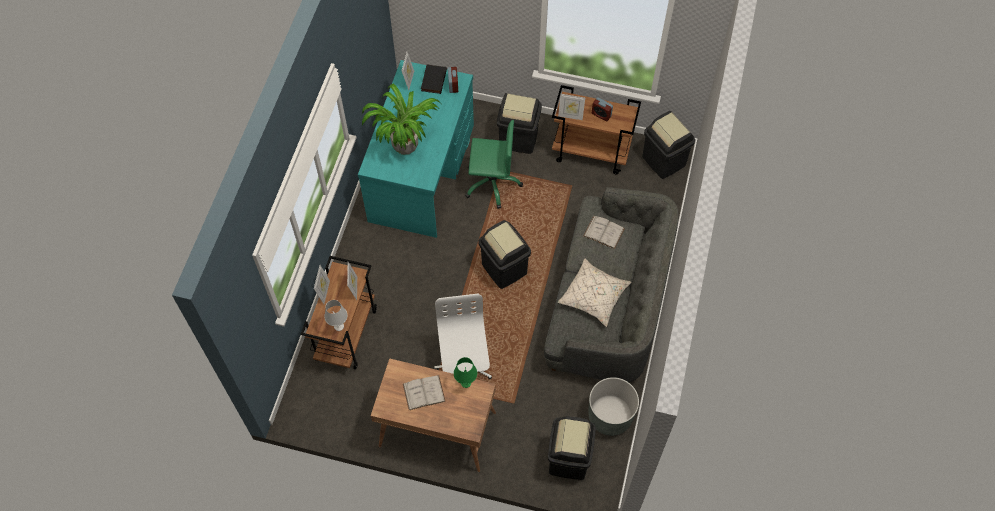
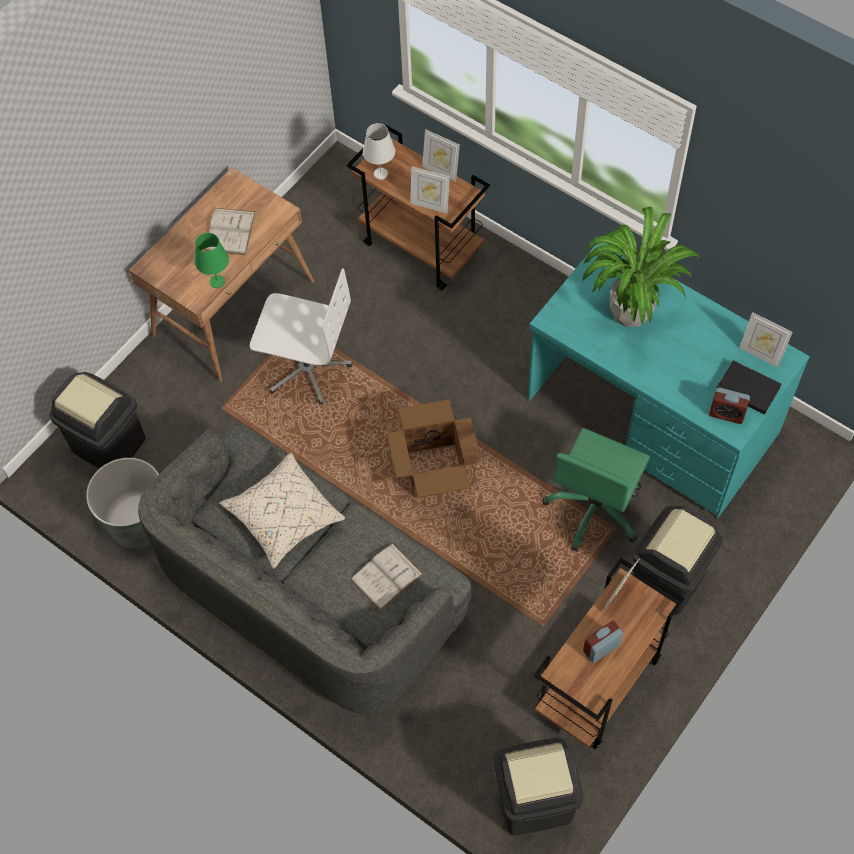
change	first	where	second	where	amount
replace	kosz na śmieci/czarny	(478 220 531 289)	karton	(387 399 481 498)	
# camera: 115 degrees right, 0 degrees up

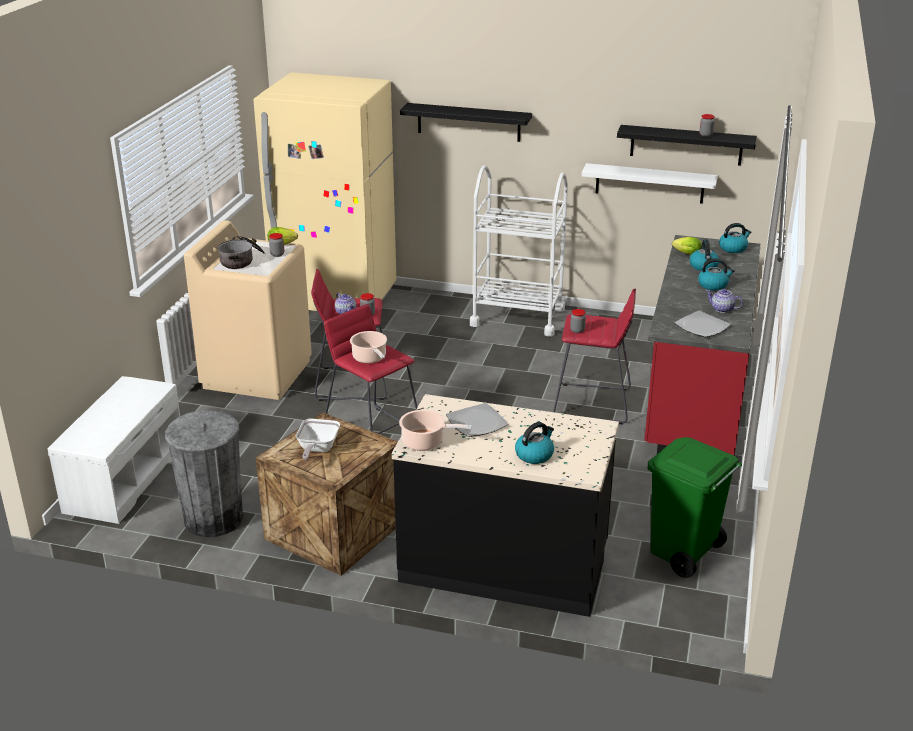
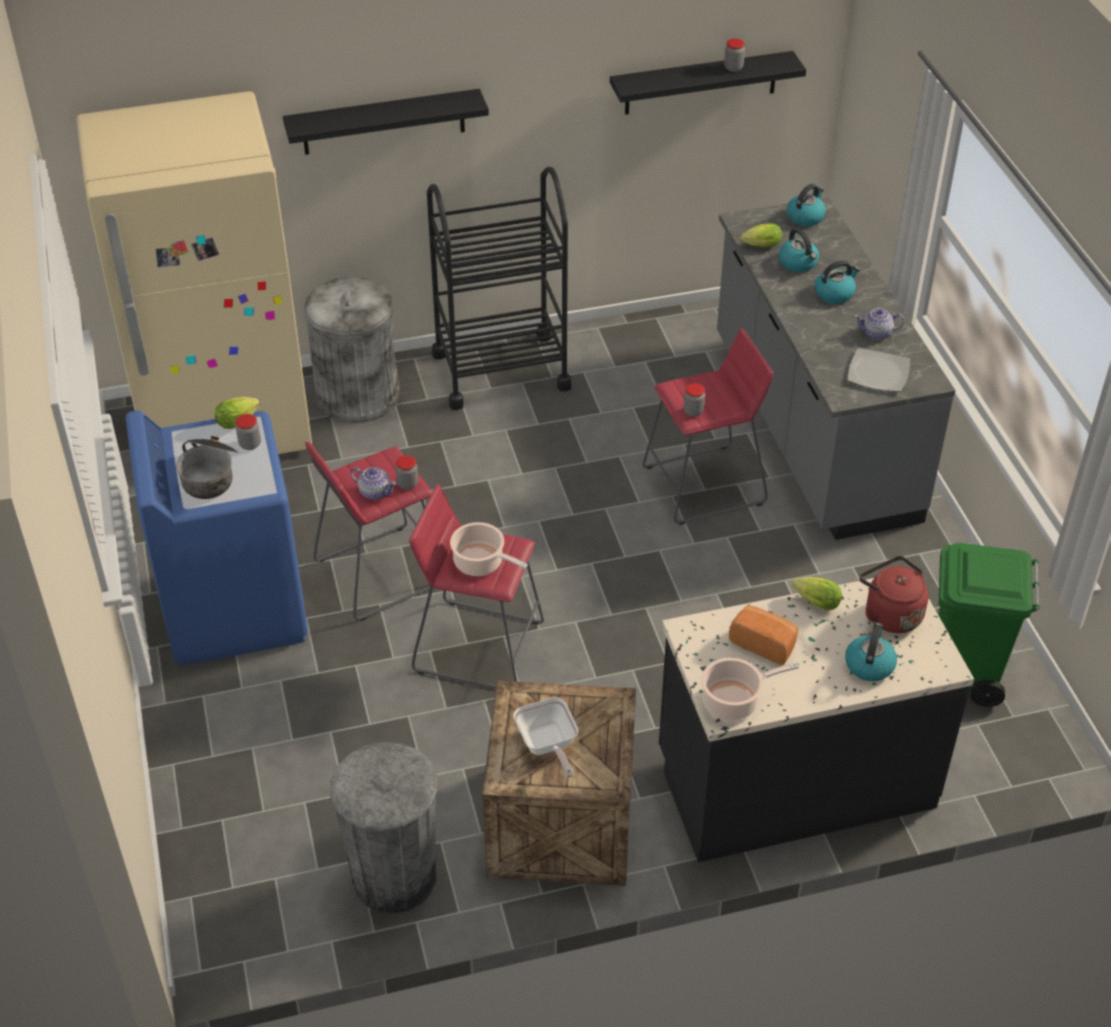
change	first	where	second	where	amount
recolor	pralka/beżowy	(184 220 312 400)	pralka/niebieski	(126 411 308 667)	
insert			kosz na śmieci/szary	(304 277 400 423)	
recolor	wózek/biały	(470 165 568 337)	wózek/czarny	(427 167 571 410)	
recolor	zabudowa kuchenna/czerwony	(644 235 761 455)	zabudowa kuchenna/szary	(717 197 955 540)	
replace	talerz	(446 403 508 437)	chleb	(729 605 798 665)	
insert			sałata	(791 577 842 610)	
insert			czajnik/czerwony	(859 556 929 633)	
delete	ławka/biały	(48 376 180 524)			
delete	półka/biały	(582 163 718 204)			
# camera: 30 degrees left, 15 degrees up

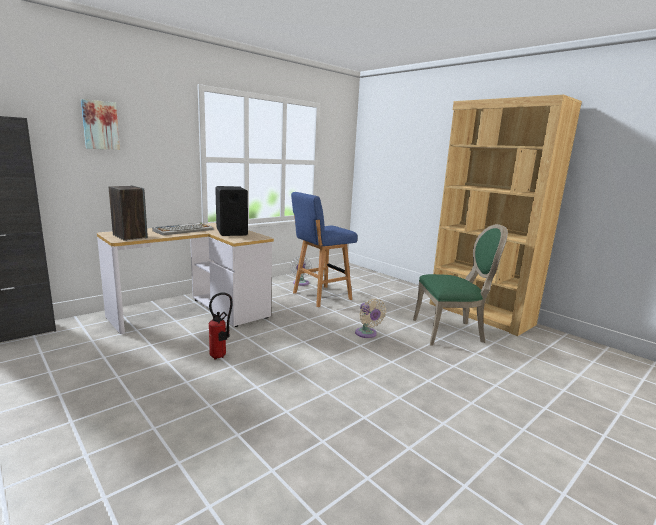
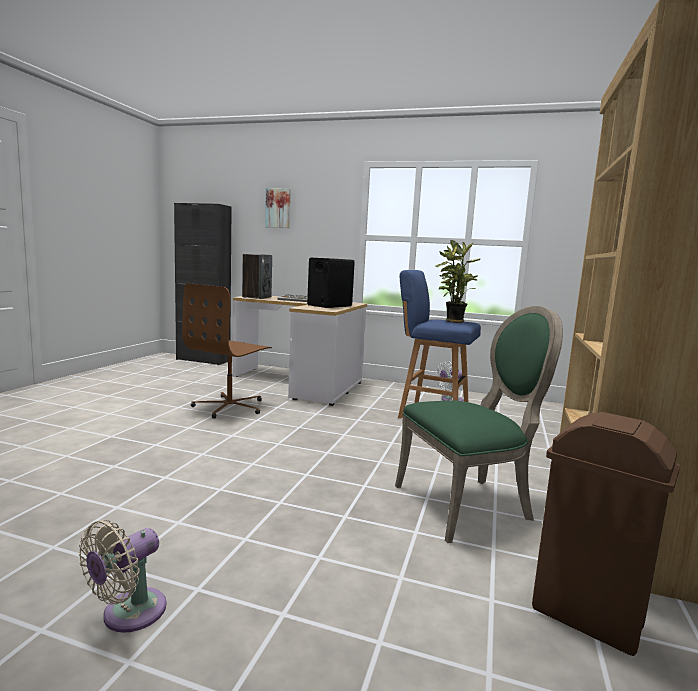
change	first	where	second	where	amount
move	wentylator/beżowy	(355 299 386 338)		(79 520 166 633)	
replace	gaśnica	(209 292 233 360)	krzesło biurowe/brązowy	(182 283 272 418)	
rotate	krzesło/zielony	(413 224 508 345)		(395 306 563 543)	75 degrees counterclockwise
insert			roślina doniczkowa	(434 240 481 323)	
insert			kosz na śmieci/brązowy	(532 412 680 656)	
# camera: 60 degrees right, 5 degrees down

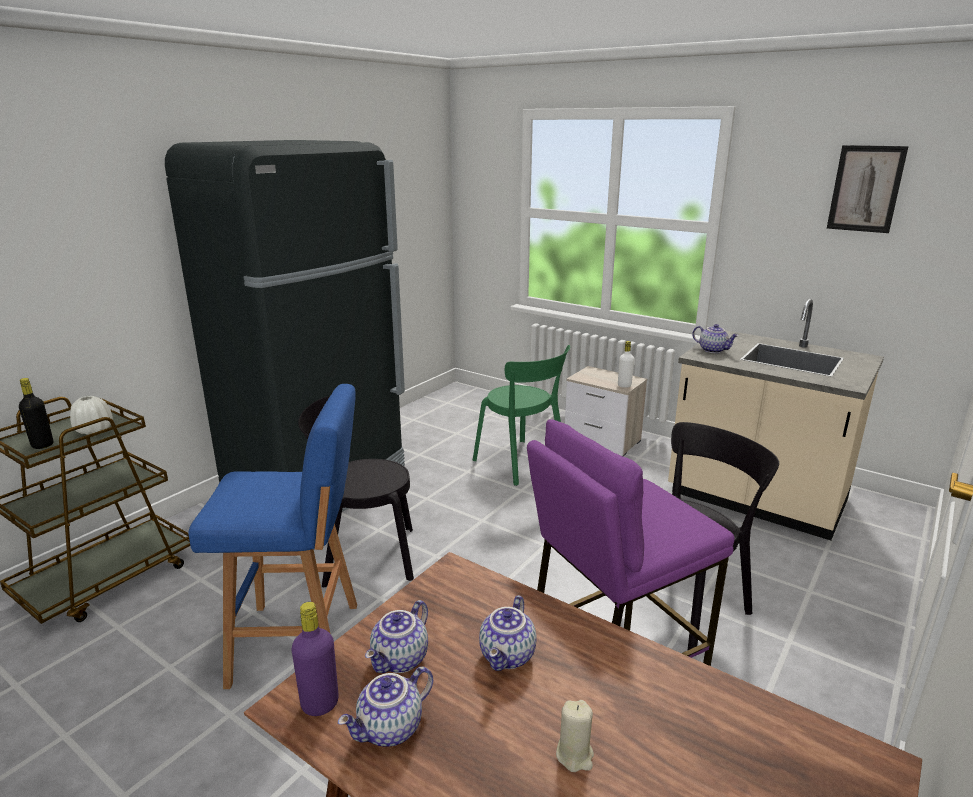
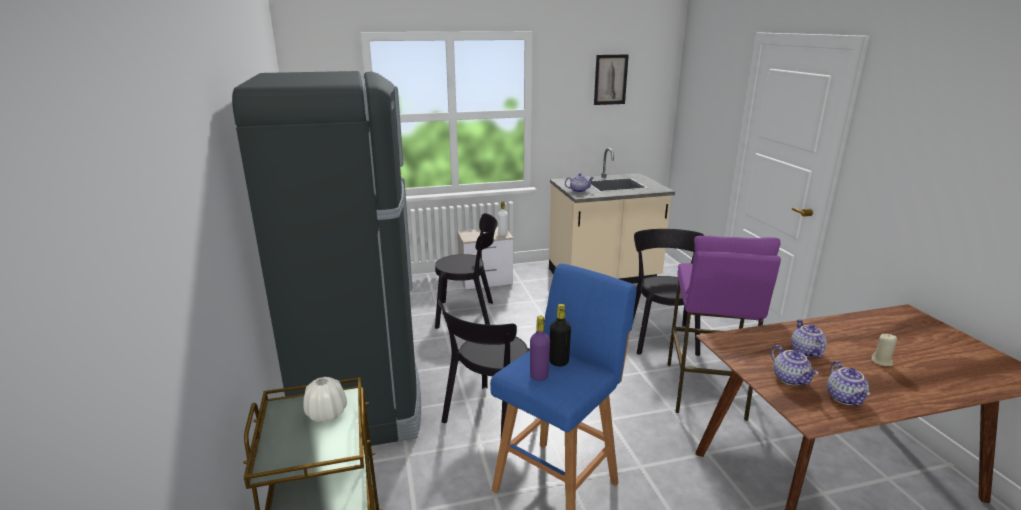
change	first	where	second	where	amount
recolor	krzesło/zielony	(473 345 570 486)	krzesło/czarny	(435 213 498 329)	
move	butelka/fioletowy	(291 602 339 716)		(530 316 550 381)	
move	butelka/czarny	(19 378 53 449)		(549 304 571 366)	
rotate	imbryk	(479 595 537 671)		(791 319 827 358)	150 degrees counterclockwise
# camera: 50 degrees left, 0 degrees up

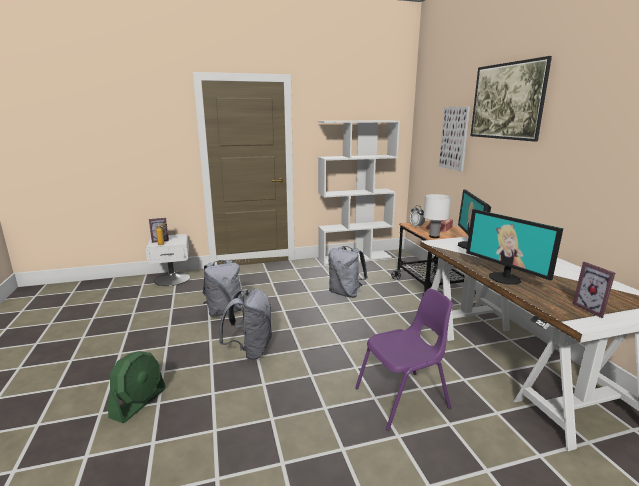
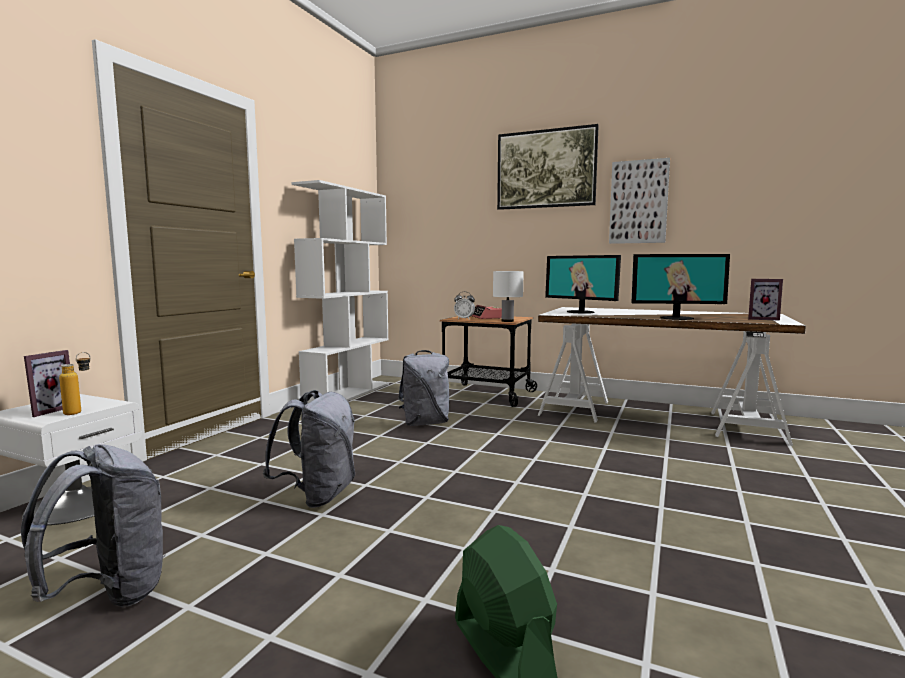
change	first	where	second	where	amount
move	plecak/szary	(219 288 272 360)		(20 444 166 607)	
move	obraz	(439 107 470 171)		(609 158 670 244)	
delete	krzesło/fioletowy	(355 288 453 431)			
# camera: 50 degrees left, 10 degrees down

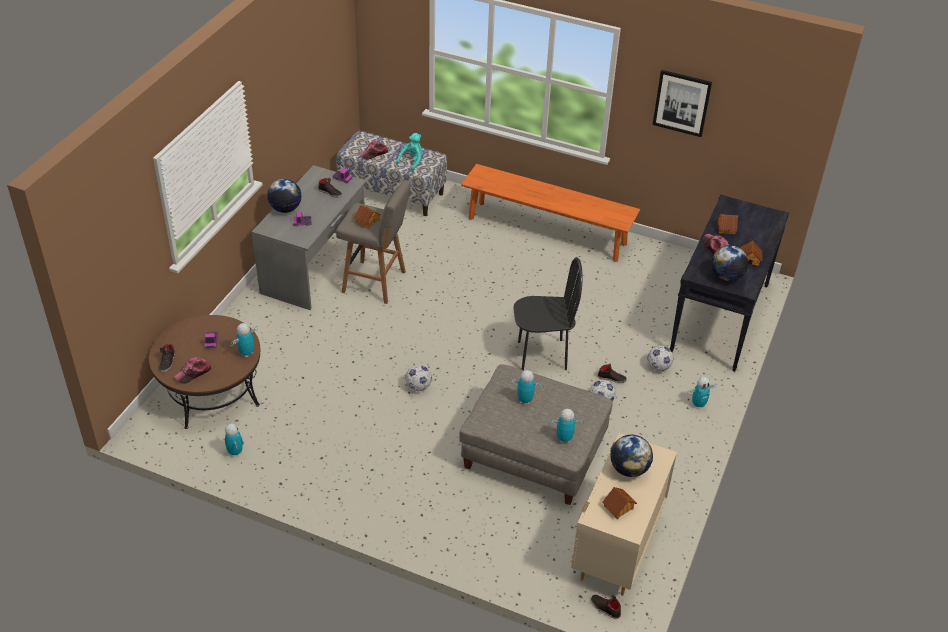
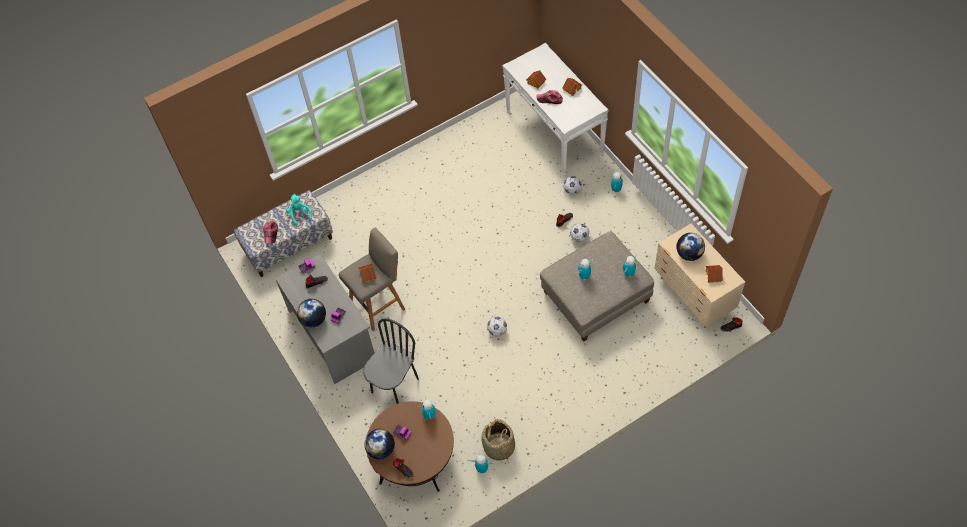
change	first	where	second	where	amount
move	krzesło/czarny	(513 257 583 370)		(363 318 419 404)	
move	globus	(711 245 748 282)		(364 429 395 459)	
insert			koszyk	(481 419 515 461)	
recolor	stolik konsolowy/czarny	(670 194 789 372)	stolik konsolowy/biały	(502 43 609 177)	
delete	czapka z daszkiem	(174 357 211 384)			
delete	ławka/pomarańczowy	(461 164 640 262)			
delete	obraz	(653 70 712 137)			
# camera: 50 degrees left, 15 degrees up

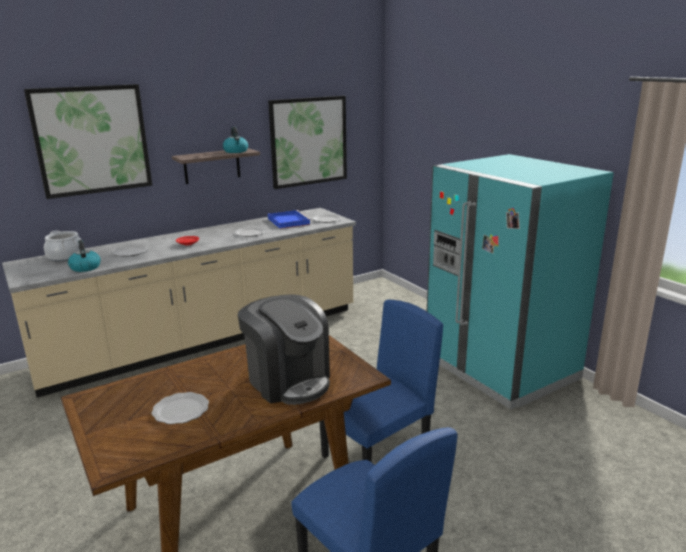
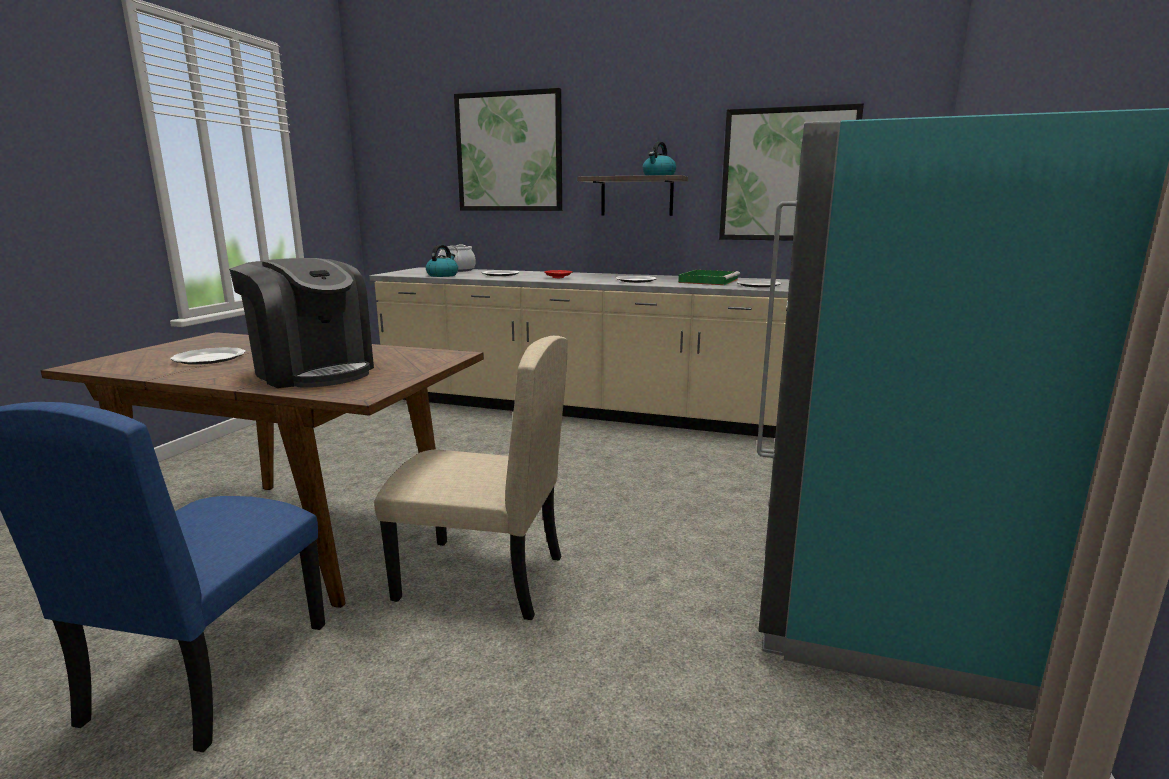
change	first	where	second	where	amount
rotate	ekspres do kawy	(238 294 330 405)		(229 258 374 388)	60 degrees counterclockwise
recolor	krzesło/niebieski	(319 300 443 462)	krzesło/beżowy	(374 336 568 620)	
recolor	taca/niebieski	(268 210 311 229)	taca/zielony	(678 270 740 285)	
# camera: 50 degrees right, 5 degrees down

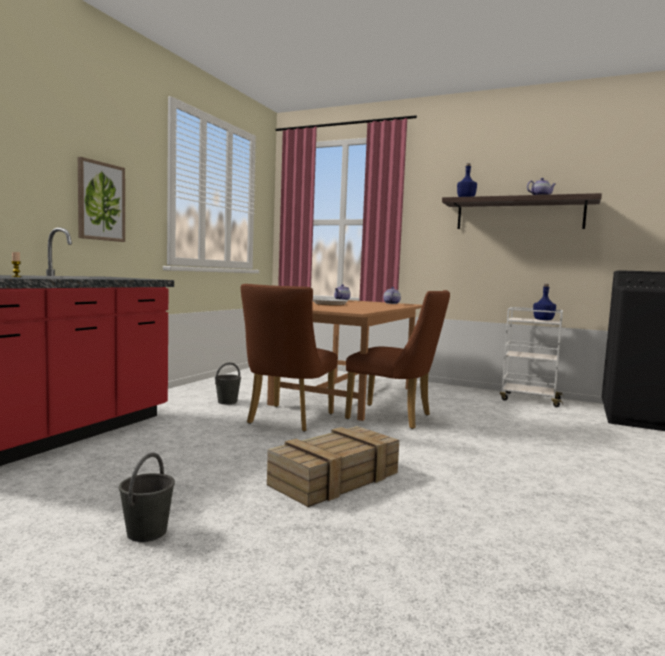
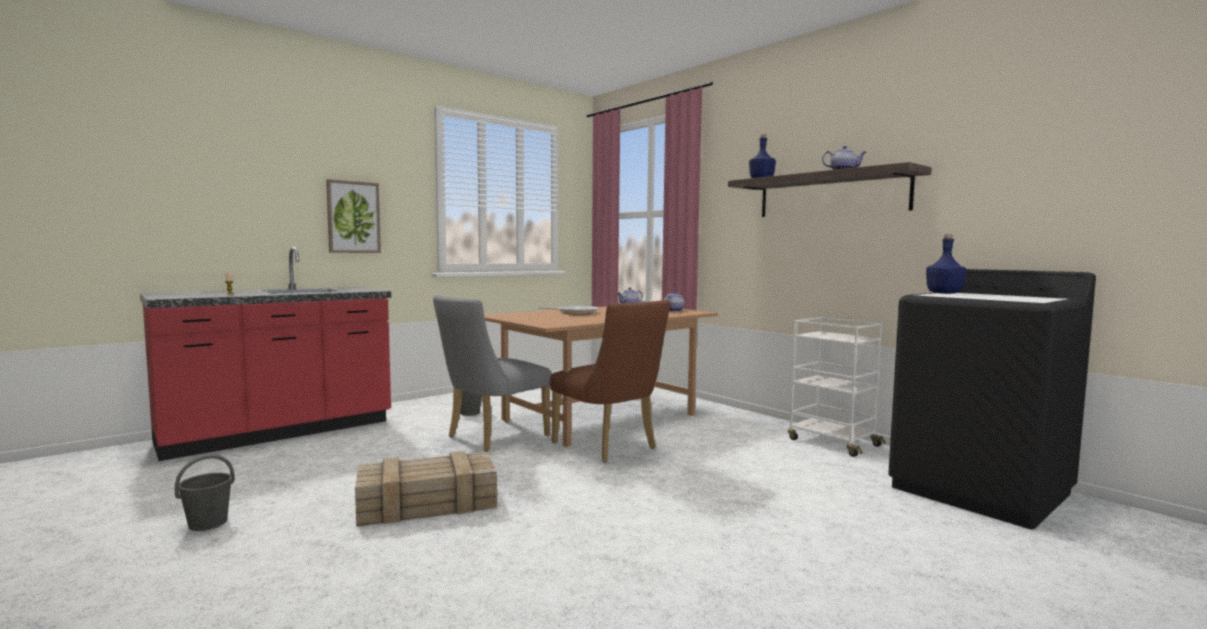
change	first	where	second	where	amount
recolor	krzesło/brązowy	(241 284 338 432)	krzesło/szary	(433 295 552 452)	
move	butelka/niebieski	(533 284 556 320)		(926 234 967 294)	
# camera: 25 degrees right, 0 degrees up

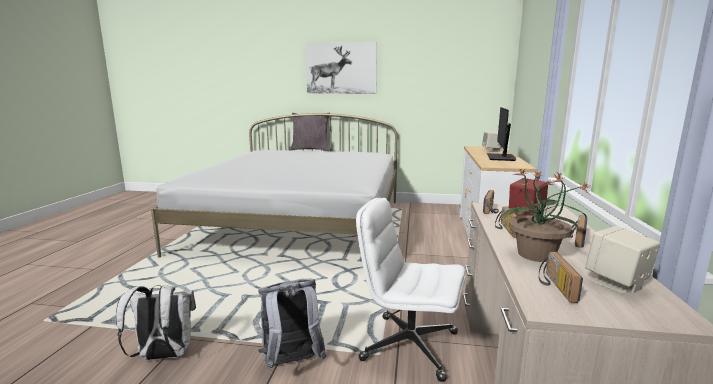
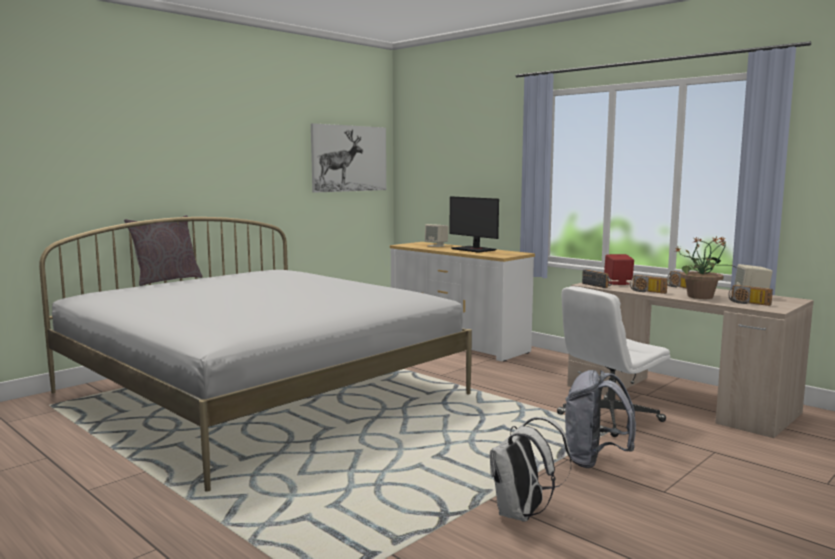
change	first	where	second	where	amount
move	obraz	(305 42 377 94)		(311 123 386 193)	
# camera: 55 degrees left, 5 degrees down

